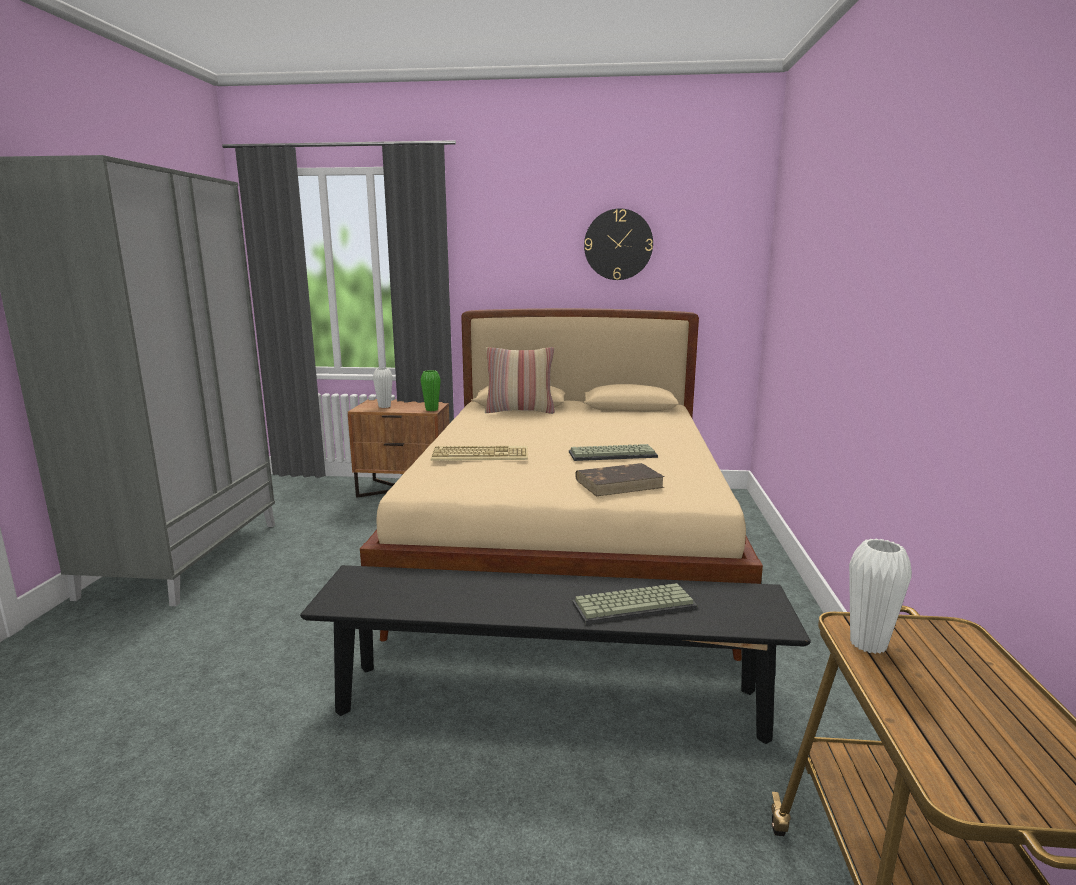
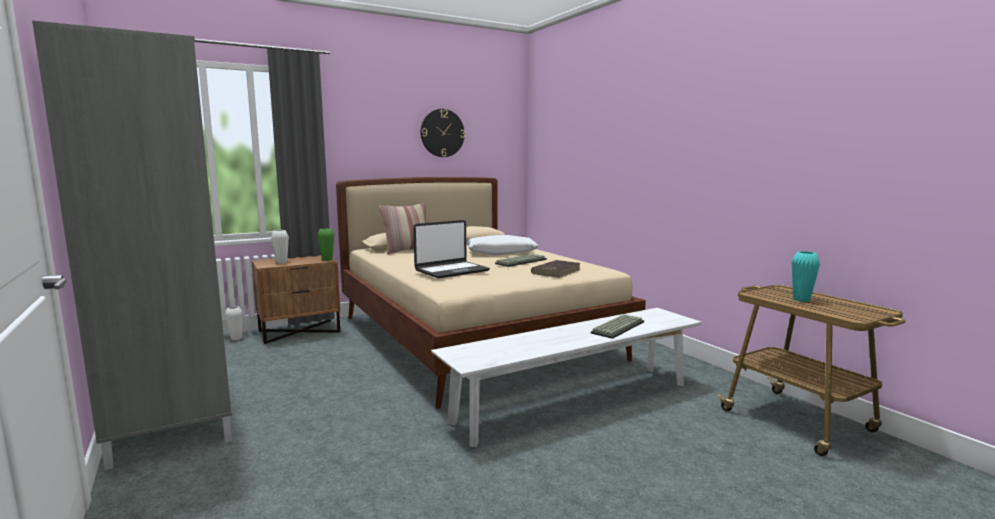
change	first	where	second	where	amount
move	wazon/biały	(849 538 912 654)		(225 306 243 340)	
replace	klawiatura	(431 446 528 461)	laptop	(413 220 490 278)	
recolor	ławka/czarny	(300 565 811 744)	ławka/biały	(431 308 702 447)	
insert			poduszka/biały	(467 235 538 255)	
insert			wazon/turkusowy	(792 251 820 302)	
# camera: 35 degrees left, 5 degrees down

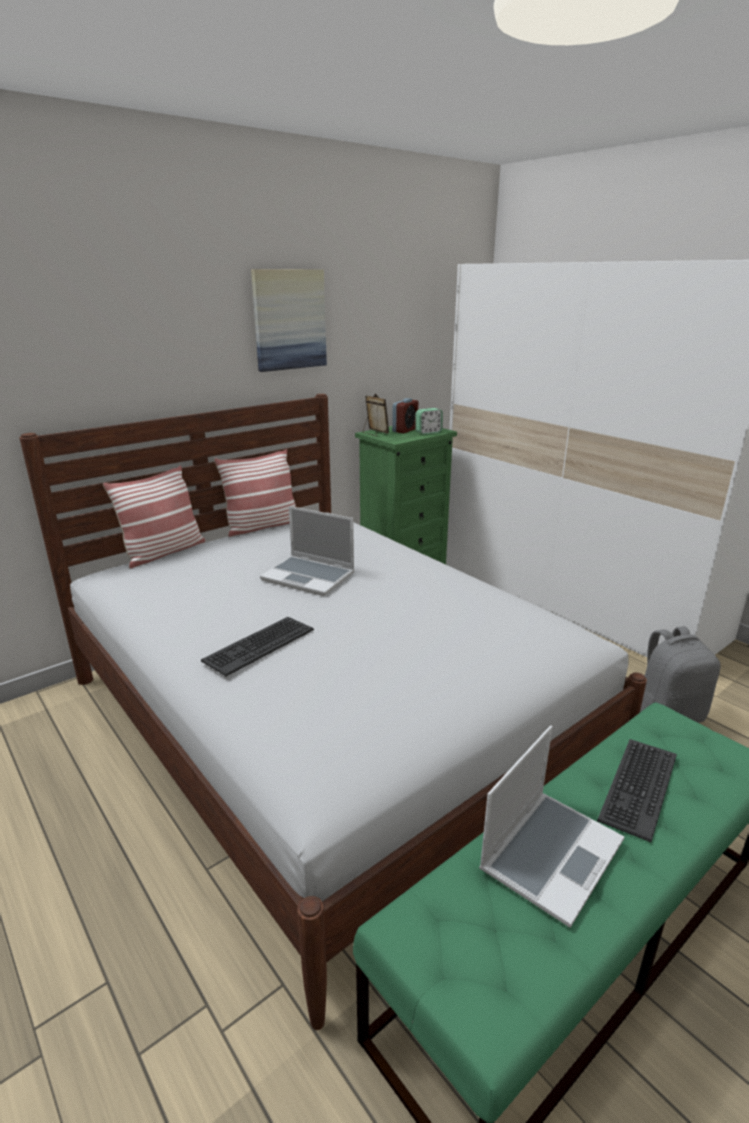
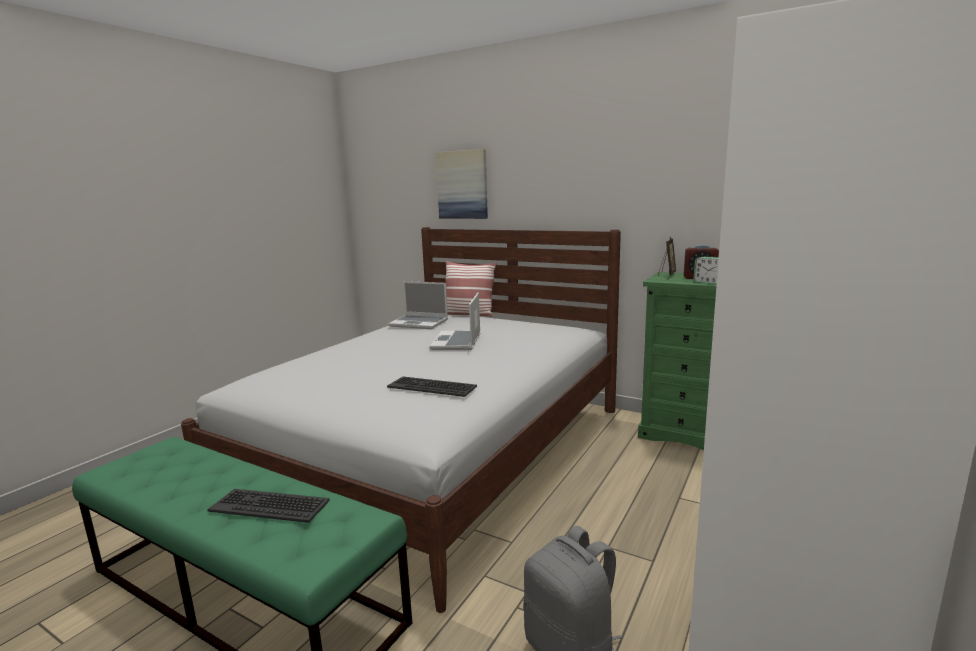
change	first	where	second	where	amount
move	klawiatura	(201 617 314 676)		(387 377 477 397)	
move	laptop	(479 725 624 928)		(388 281 448 329)	
move	obraz	(251 269 327 372)		(436 149 488 219)	
delete	poduszka	(214 449 296 537)			
# camera: 70 degrees right, 10 degrees down

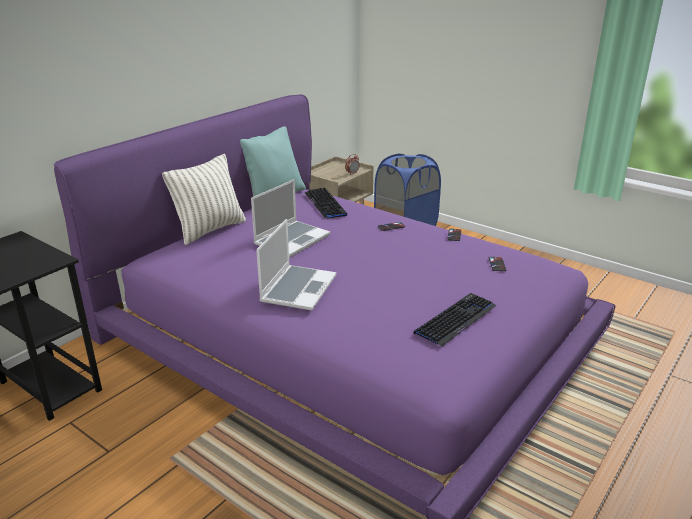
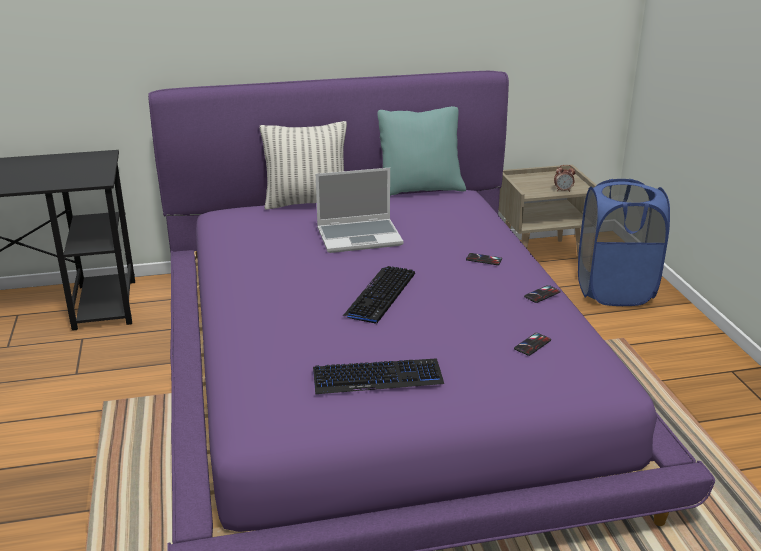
change	first	where	second	where	amount
move	klawiatura	(305 188 347 218)		(343 266 415 324)	
delete	laptop	(256 219 337 311)			
# camera: 40 degrees right, 0 degrees up

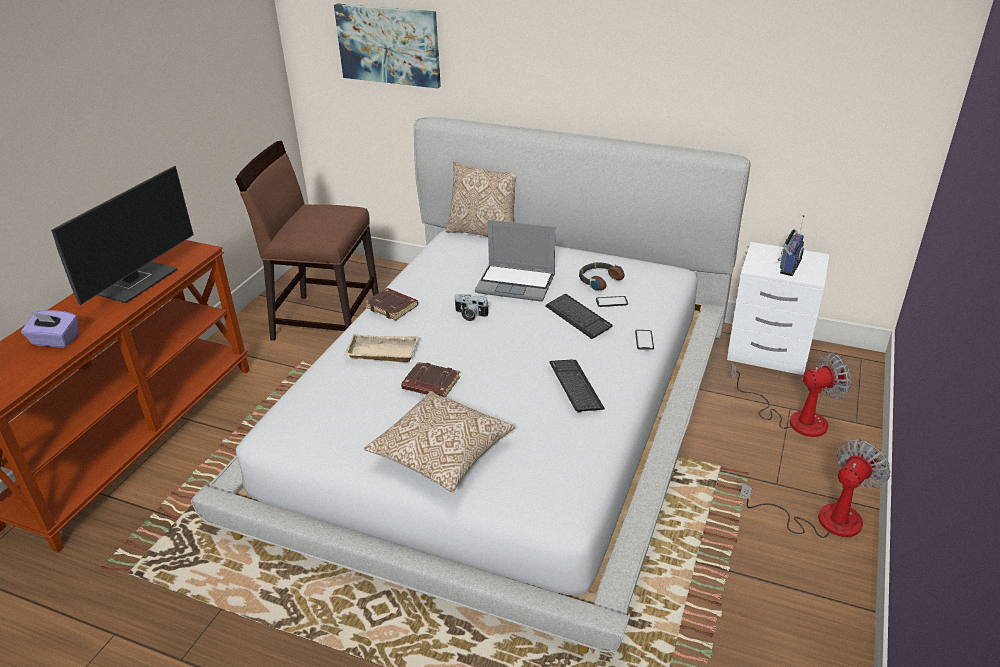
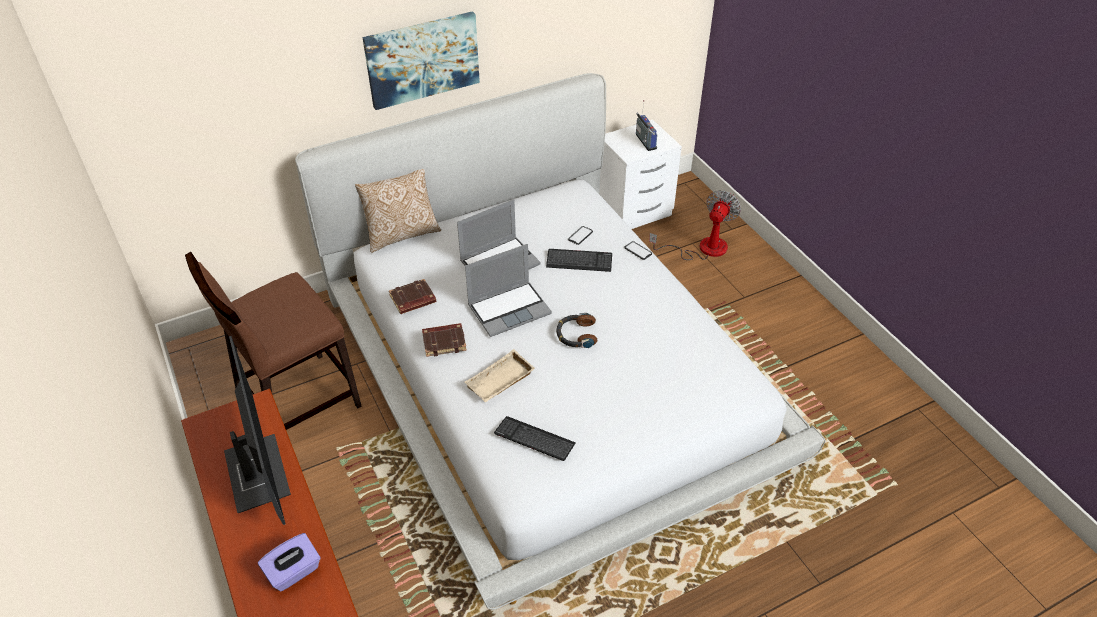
change	first	where	second	where	amount
move	obraz	(334 3 441 88)		(362 11 480 110)	
move	książka/brązowy	(401 362 460 397)		(389 279 436 314)	
replace	aparat fotograficzny	(454 294 489 321)	laptop	(465 244 552 337)	
move	klawiatura	(550 360 605 413)		(494 416 576 461)	
move	słuchawki	(579 262 625 291)		(556 313 597 348)	
delete	poduszka	(364 391 515 493)			
delete	wentylator	(740 439 890 538)			
# camera: 50 degrees left, 10 degrees up

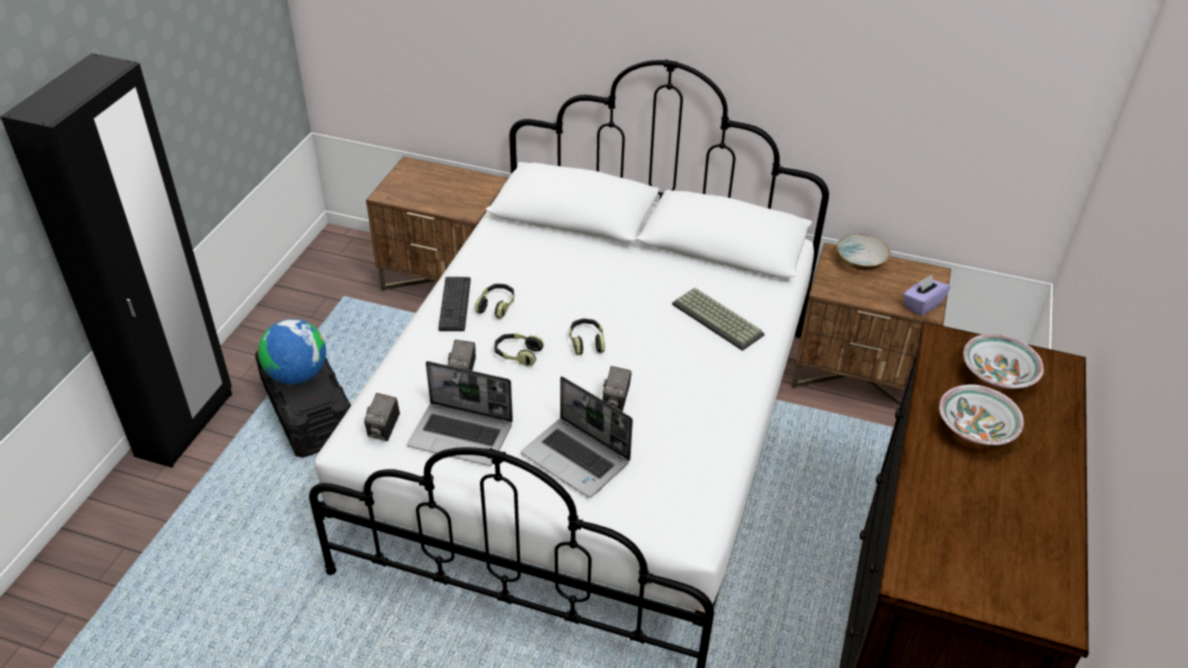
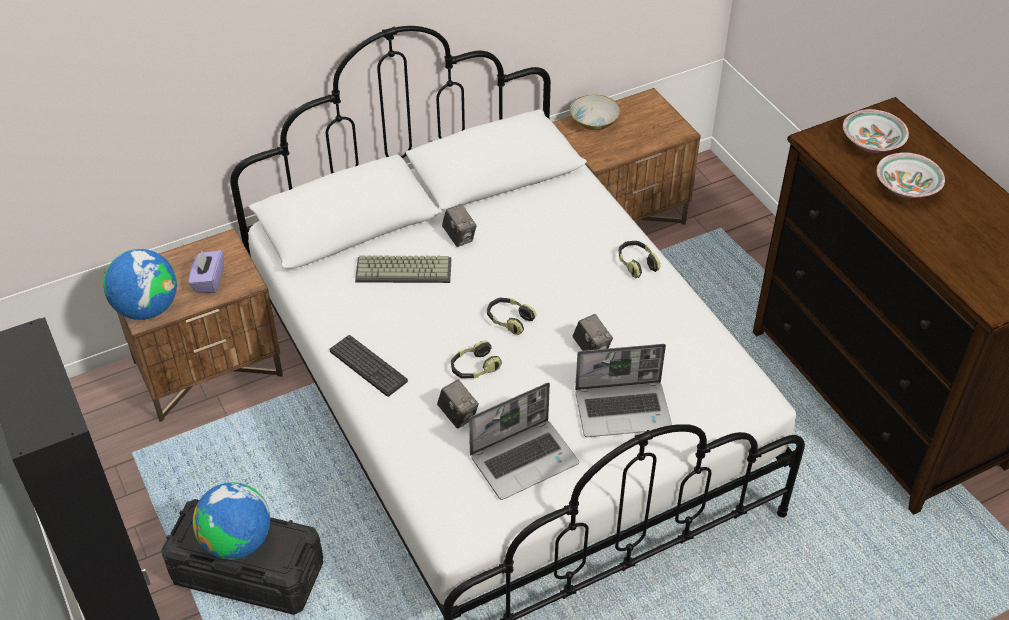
change	first	where	second	where	amount
insert			globus	(103 249 177 320)	
move	pudełko chusteczek/fioletowy	(903 274 950 316)		(188 250 224 293)	
move	klawiatura	(672 288 765 351)		(355 255 451 283)	
move	aparat fotograficzny	(364 393 400 441)		(442 204 477 247)	
move	słuchawki	(475 284 514 319)		(619 241 661 278)	
# camera: 45 degrees left, 5 degrees up

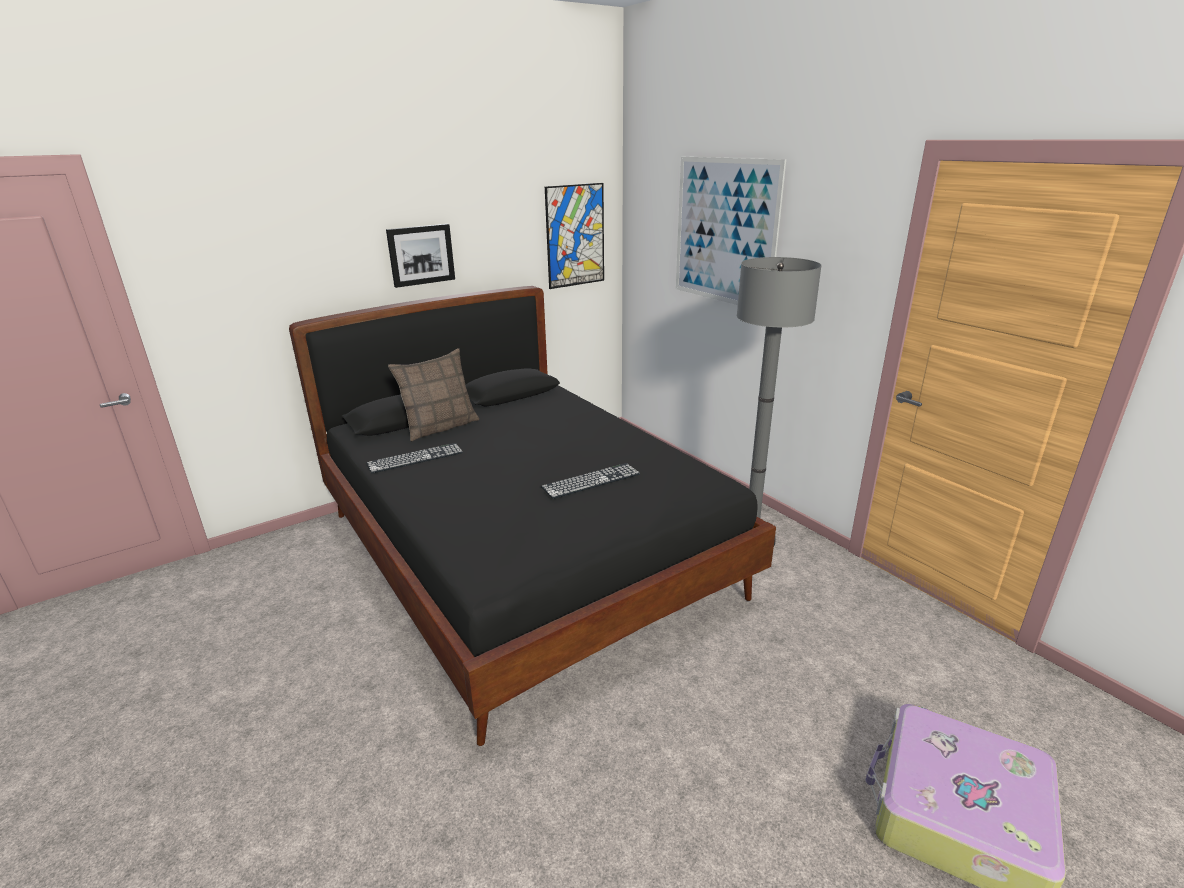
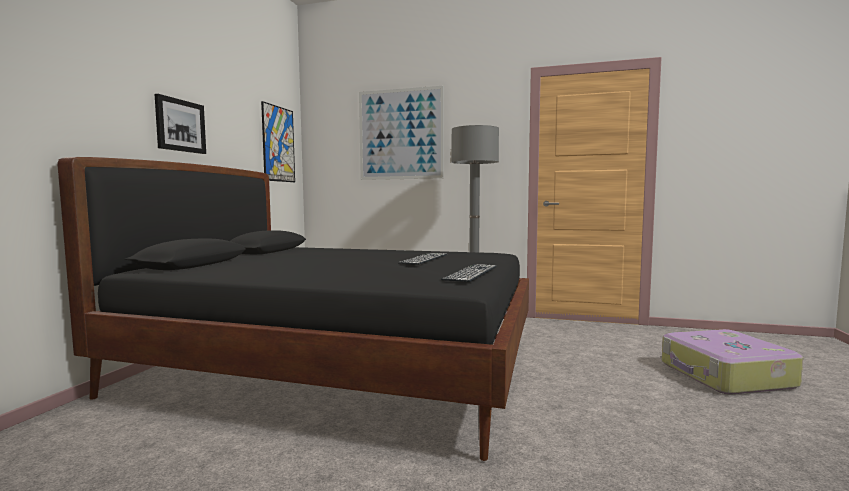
change	first	where	second	where	amount
move	klawiatura	(366 443 463 474)		(441 264 497 282)	
delete	poduszka	(388 348 479 442)			
# camera: 40 degrees left, 20 degrees down

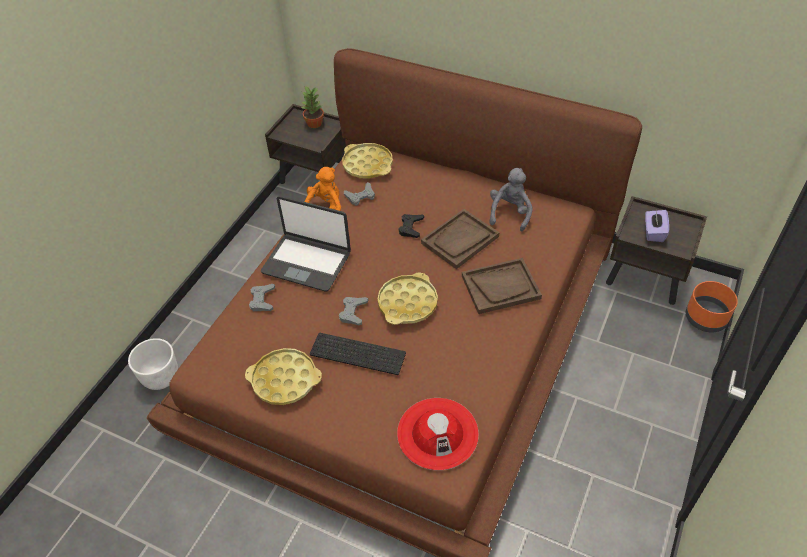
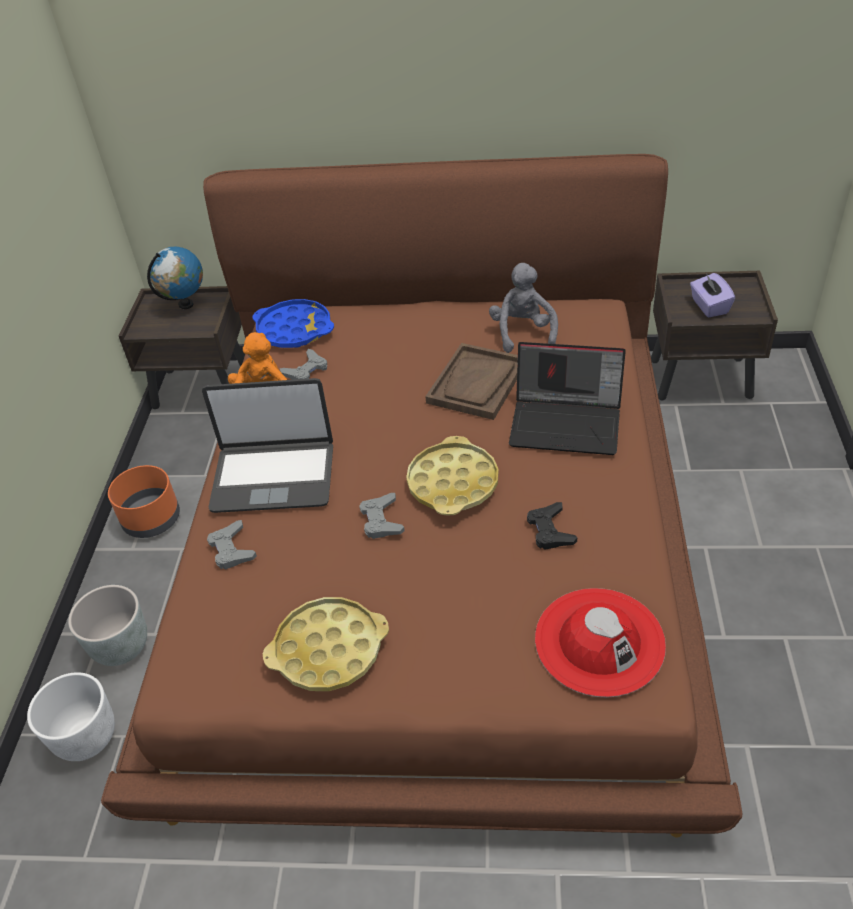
change	first	where	second	where	amount
insert			donica/szary	(68 585 147 666)	
move	donica/pomarańczowy	(686 281 738 332)		(108 465 180 538)	
replace	roślina doniczkowa	(300 86 324 128)	globus	(147 247 203 309)	
recolor	taca/żółty	(342 143 393 179)	taca/niebieski	(253 299 334 348)	
replace	taca/brązowy	(462 258 542 314)	laptop	(509 342 626 455)	
move	pad do gier/czarny	(398 214 424 238)		(527 502 577 550)	
delete	klawiatura	(310 333 406 375)			
# camera: 20 degrees left, 5 degrees down

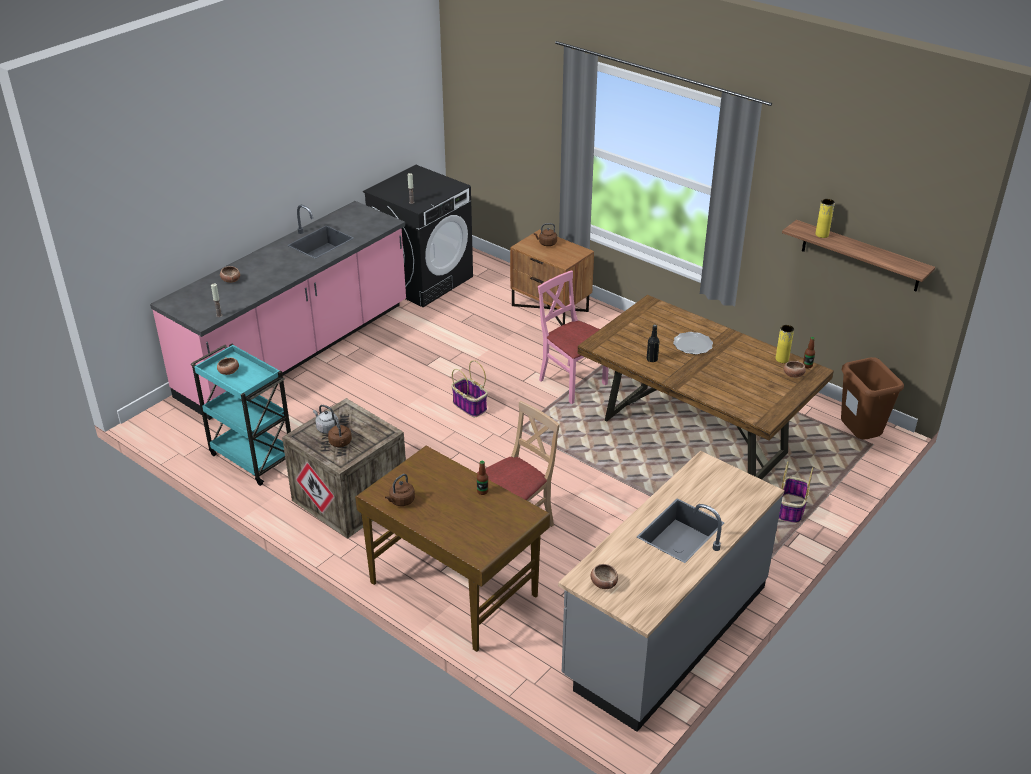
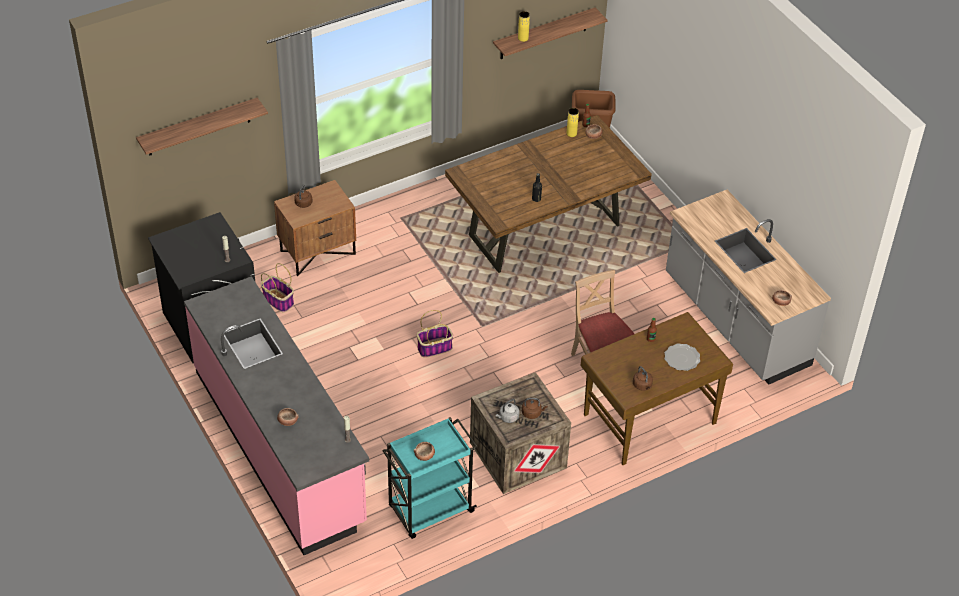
change	first	where	second	where	amount
insert			półka	(136 98 268 155)	
move	koszyk	(779 461 813 523)		(261 263 294 313)	
move	talerz	(673 332 713 354)		(665 344 700 371)	
delete	krzesło/różowy	(538 270 609 404)			
# camera: 70 degrees left, 10 degrees up

